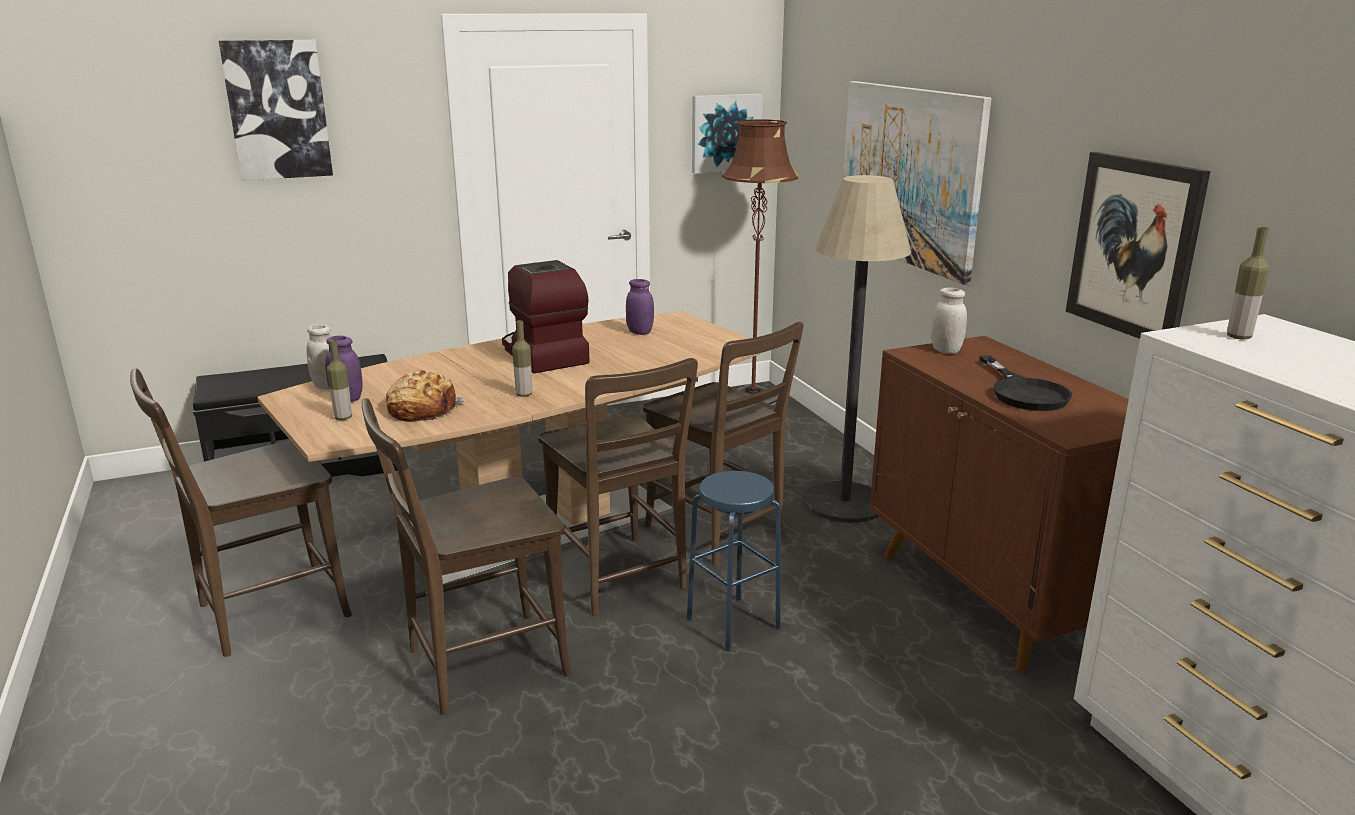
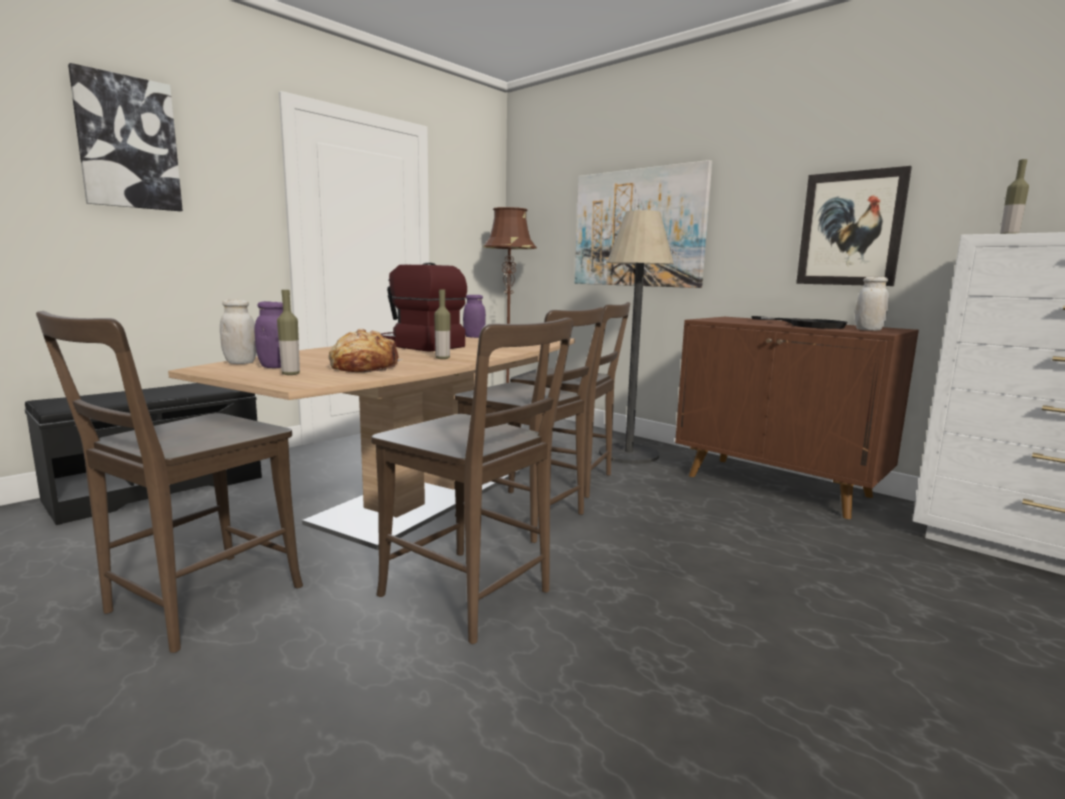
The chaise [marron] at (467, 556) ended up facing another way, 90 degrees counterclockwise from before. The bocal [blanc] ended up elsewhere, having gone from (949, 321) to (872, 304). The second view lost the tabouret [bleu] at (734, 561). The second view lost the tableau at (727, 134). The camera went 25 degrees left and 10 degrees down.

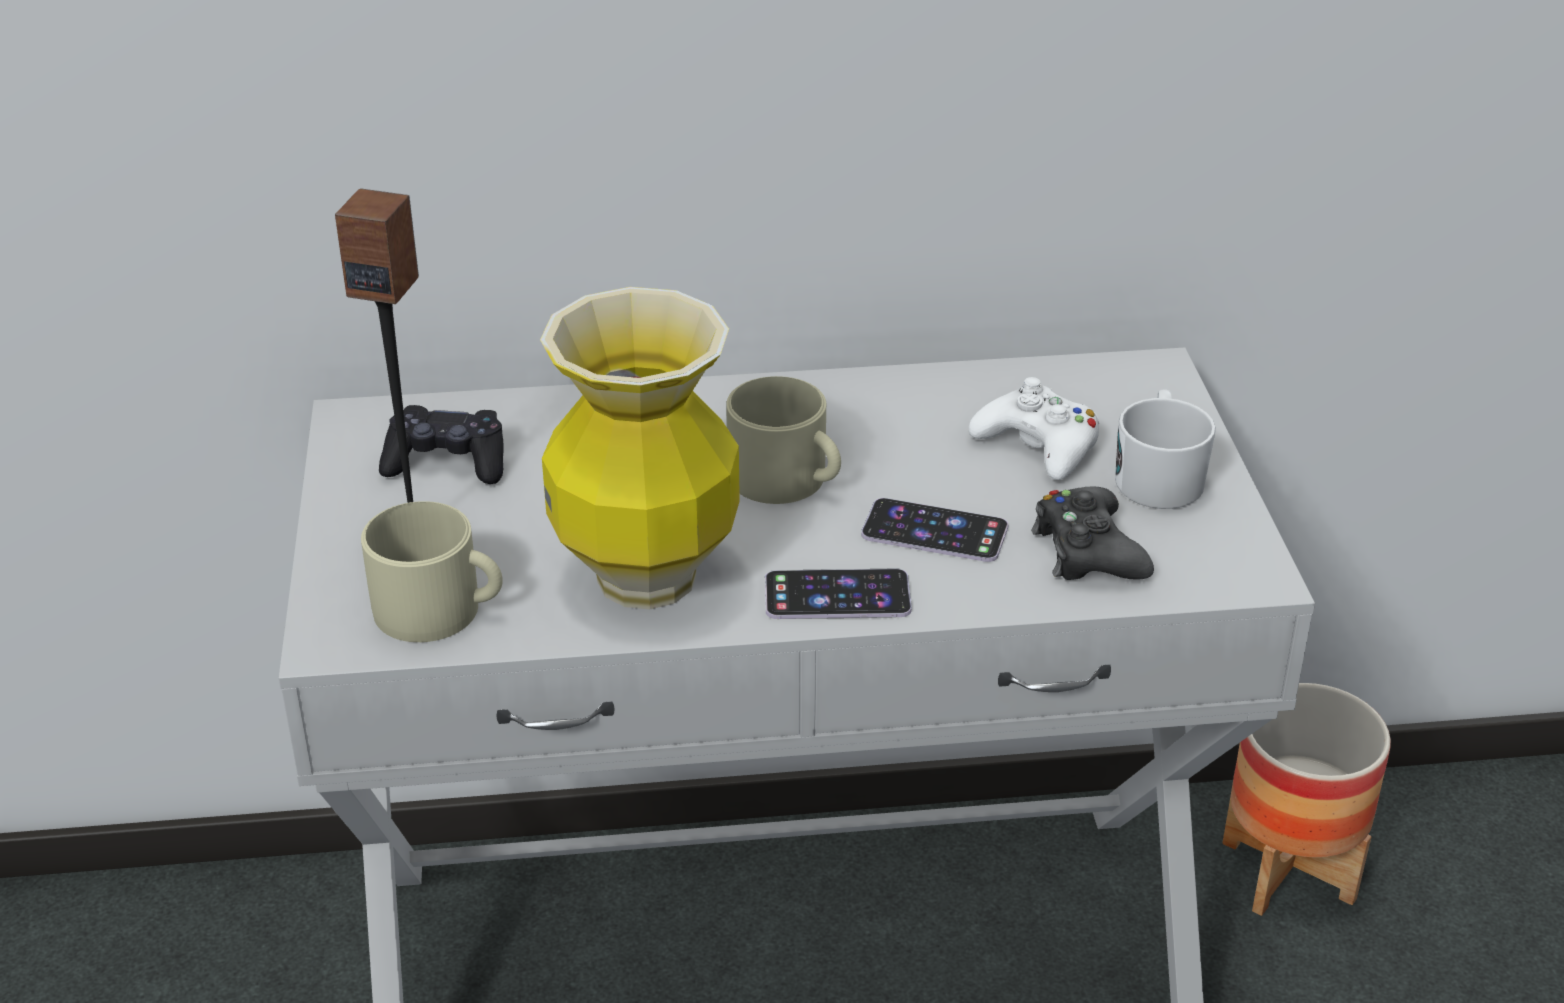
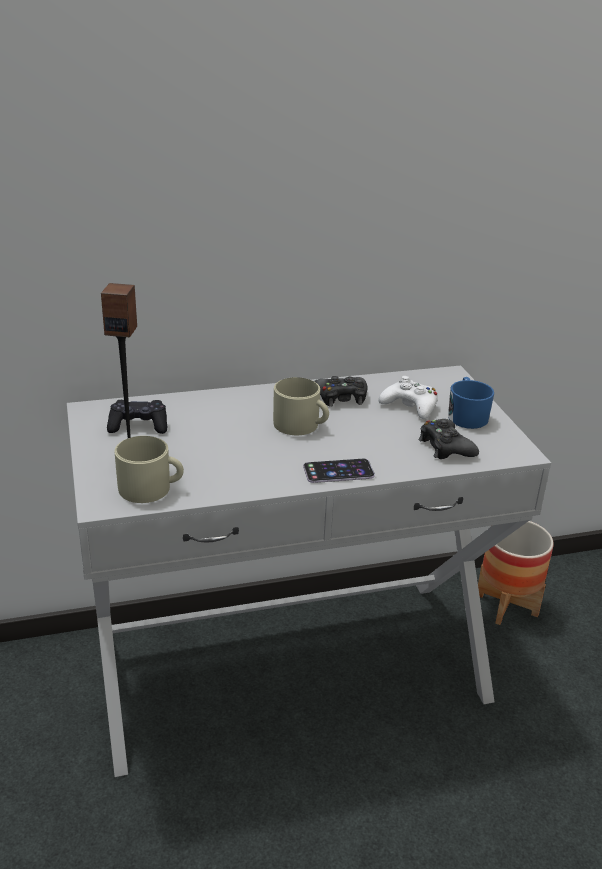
The second view gained the manette [noir] at (340, 391). What was the mug [blanc] at (1165, 449) turned into the mug [bleu] at (471, 403). The second view lost the vase at (640, 448). The second view lost the téléphone at (935, 530). The camera went 10 degrees left and 5 degrees down.

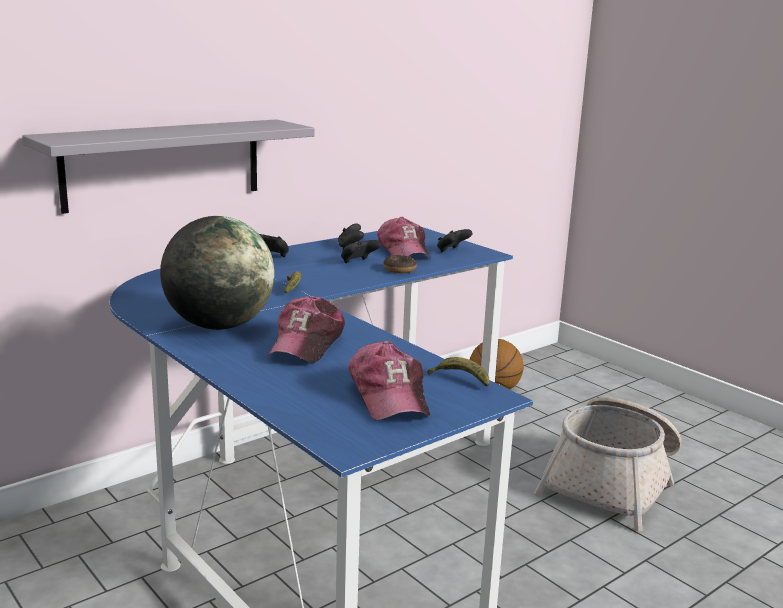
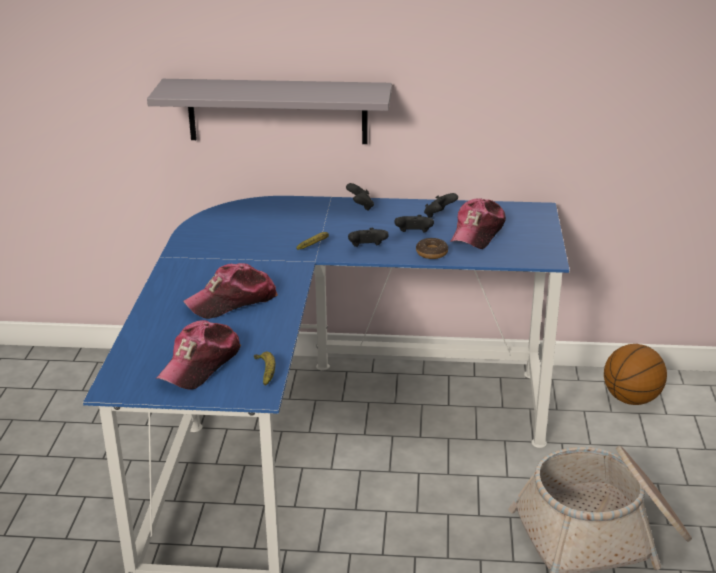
The manette [noir] ended up elsewhere, having gone from (455, 240) to (368, 237). The second view lost the globe at (217, 273). The camera went 45 degrees right and 10 degrees up.

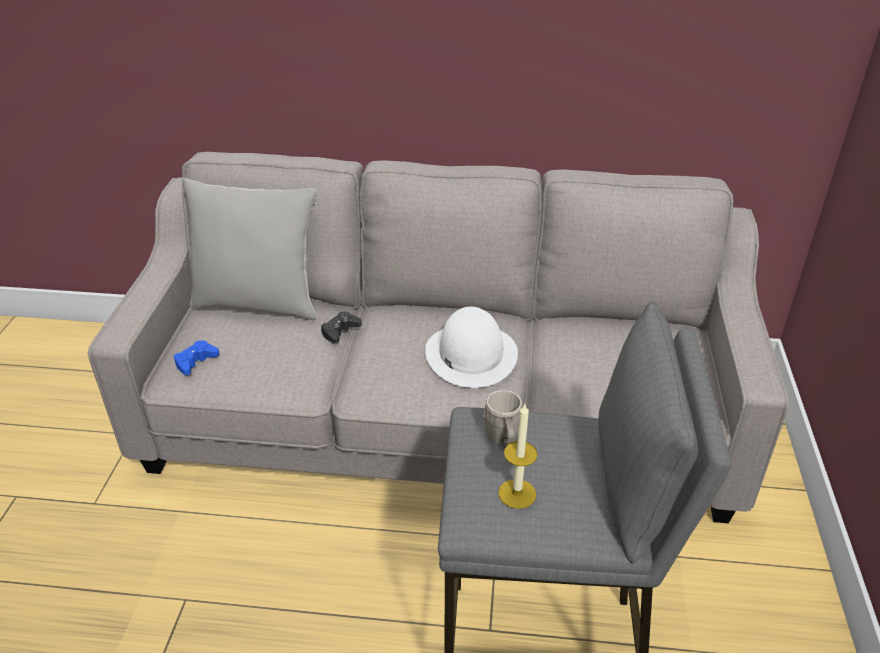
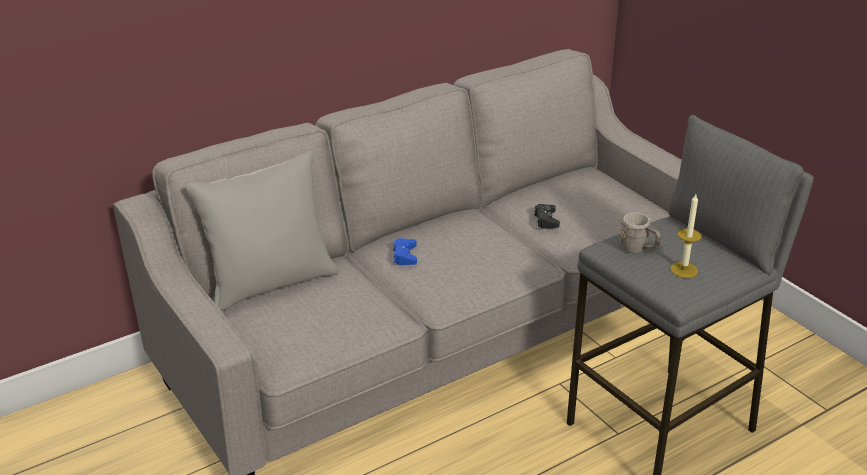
The manette [bleu] ended up elsewhere, having gone from (196, 357) to (405, 251). The manette [noir] ended up elsewhere, having gone from (341, 327) to (546, 216). The second view lost the chapeau [blanc] at (471, 347). The camera went 40 degrees left and 5 degrees down.

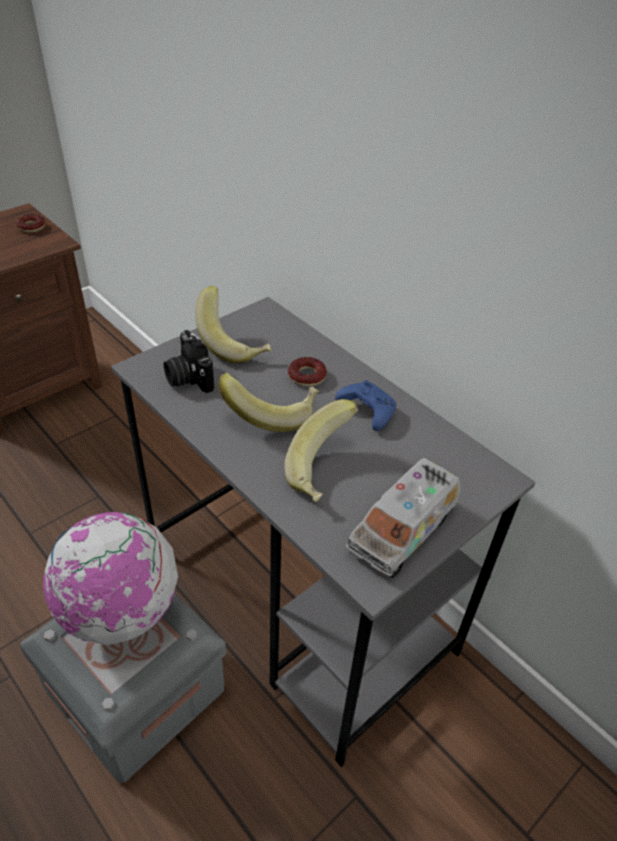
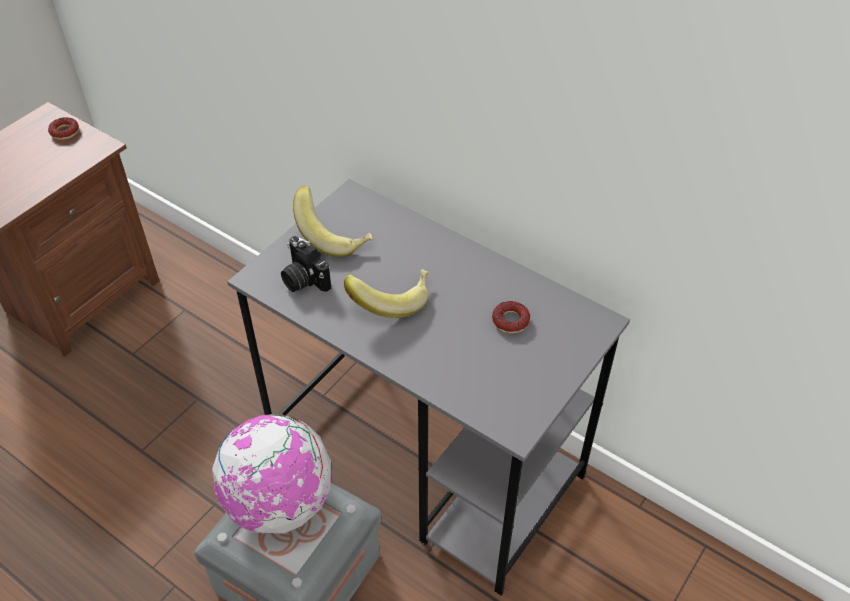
The beignet ended up elsewhere, having gone from (307, 372) to (511, 317). The second view lost the banane at (321, 450). The second view lost the manette [bleu] at (365, 405). The second view lost the camion jouet at (403, 518). The camera went 10 degrees left and 5 degrees up.

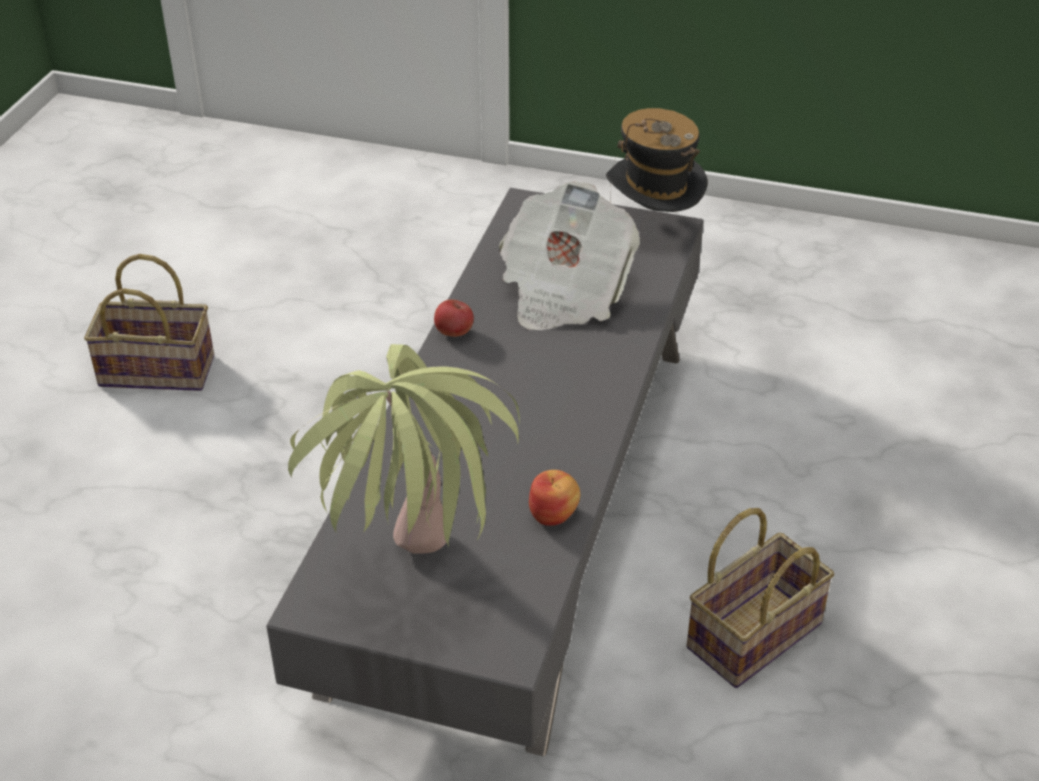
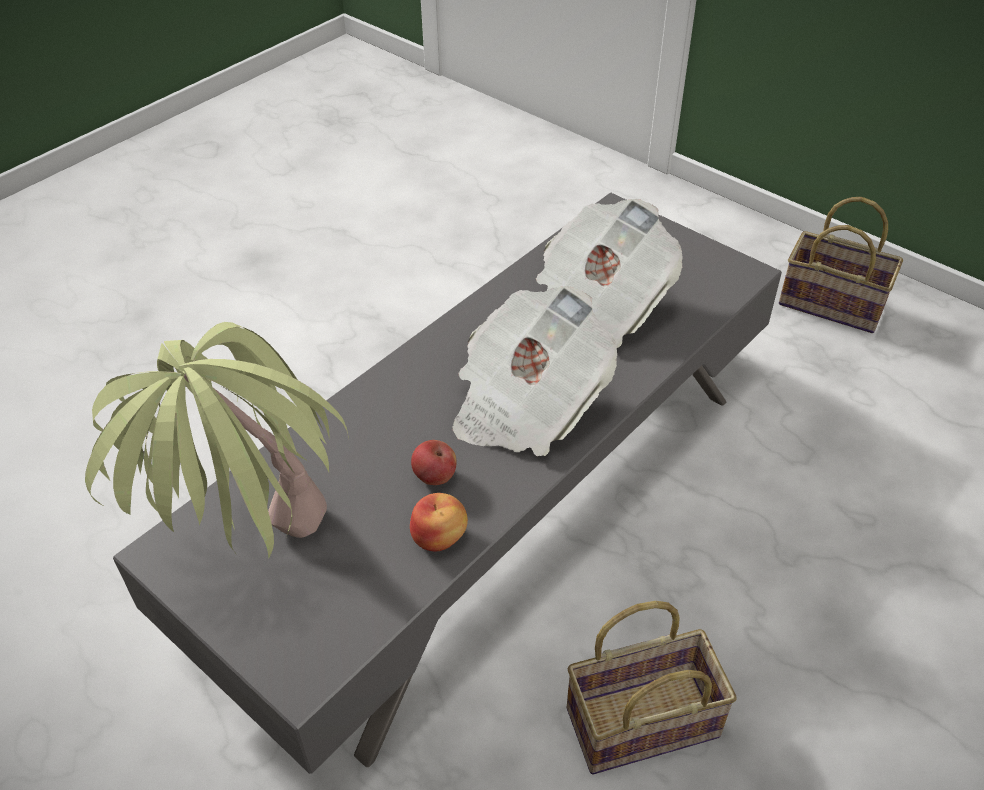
The pomme ended up elsewhere, having gone from (454, 318) to (433, 462). The second view gained the journal at (534, 371). The panier ended up elsewhere, having gone from (149, 322) to (841, 265). The second view lost the chapeau at (657, 160). The camera went 25 degrees right and 5 degrees up.

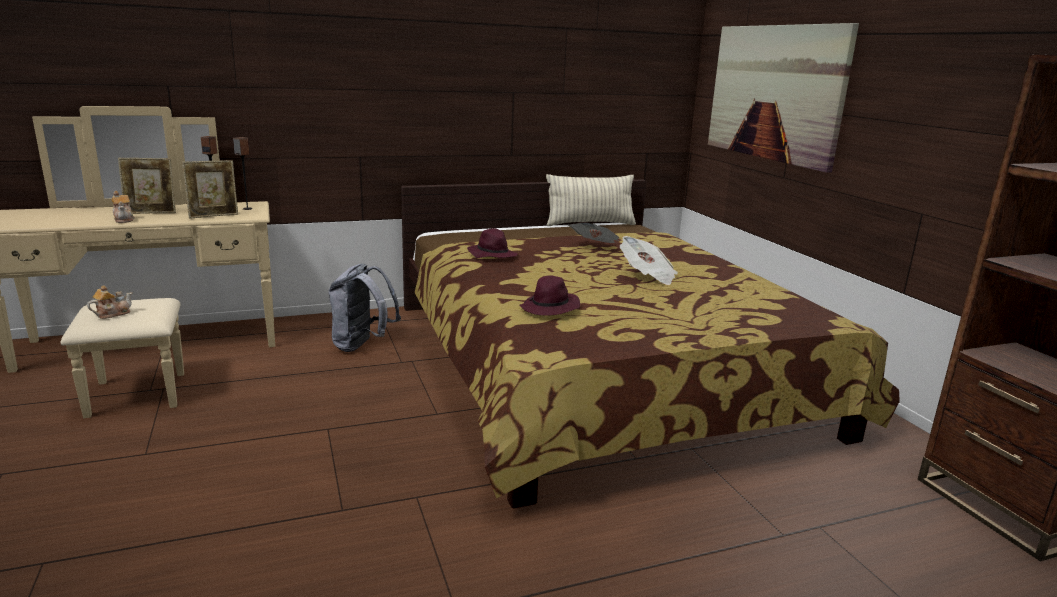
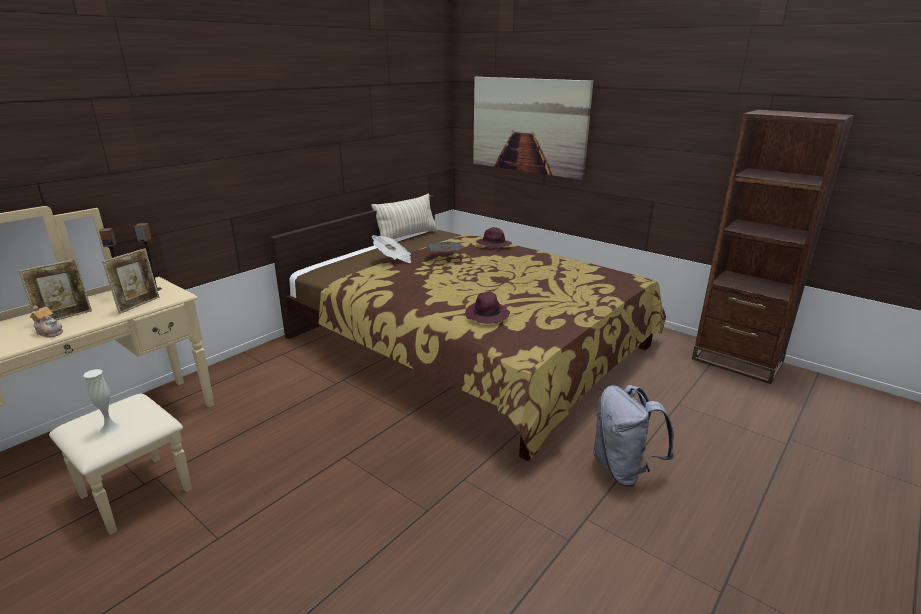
Where the théière stood at (109, 302), the vase [blanc] came to stand at (102, 401). The journal ended up elsewhere, having gone from (649, 260) to (391, 249). The chapeau [violet] ended up elsewhere, having gone from (492, 243) to (494, 238). The sac à dos [gris] ended up elsewhere, having gone from (364, 308) to (633, 436). The camera went 30 degrees left and 5 degrees up.

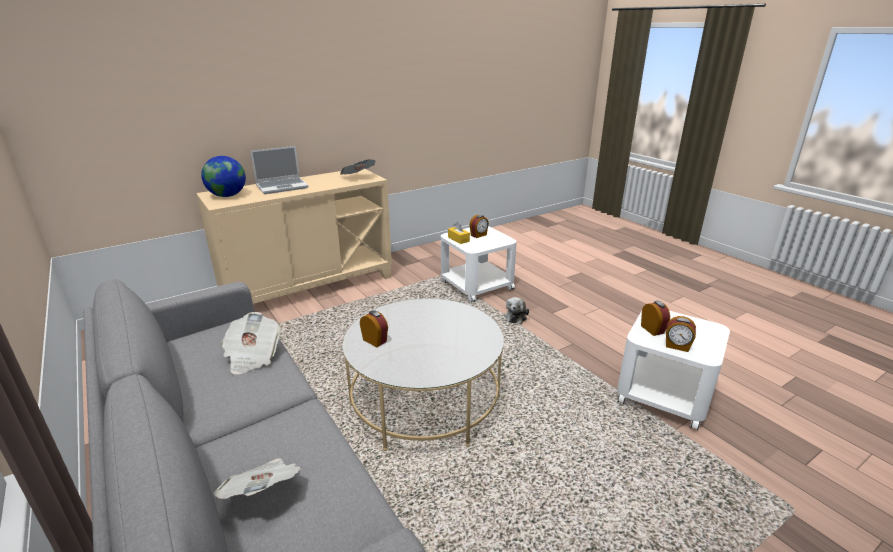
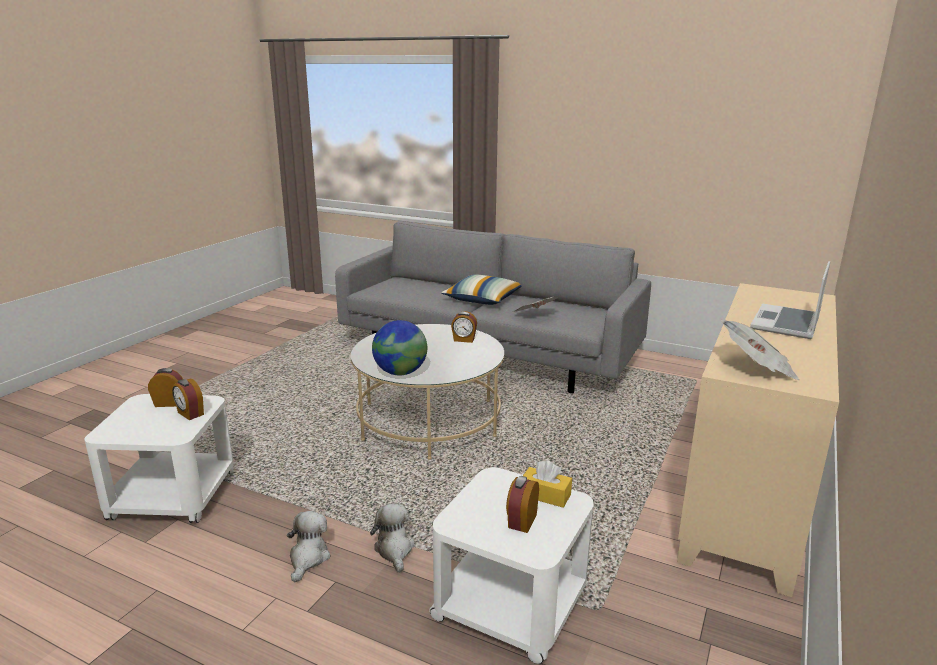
The second view gained the peluche at (308, 546). The globe ended up elsewhere, having gone from (223, 176) to (399, 347). The second view gained the coussin at (481, 289). The second view lost the journal at (258, 478). The camera went 150 degrees right and 5 degrees down.

